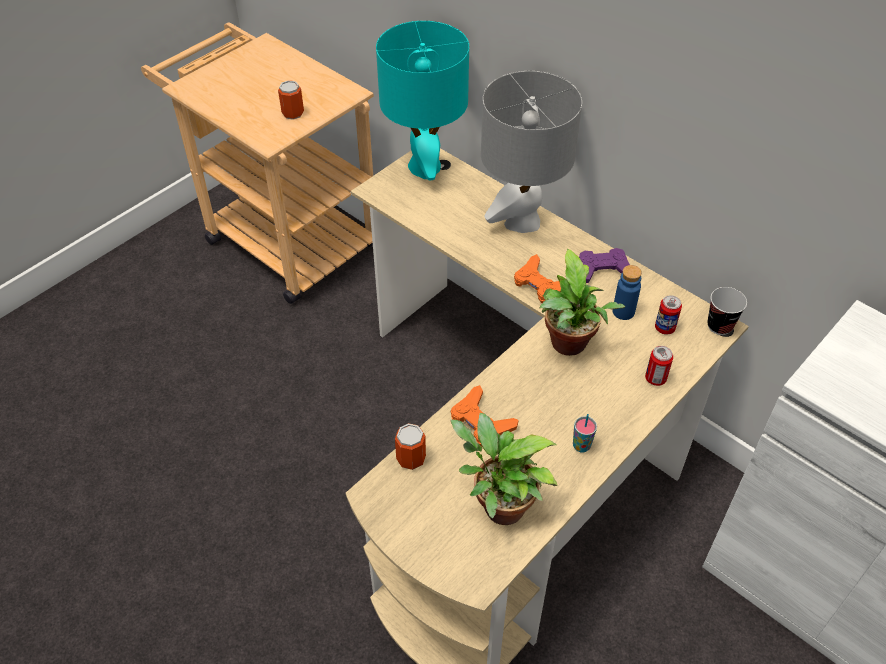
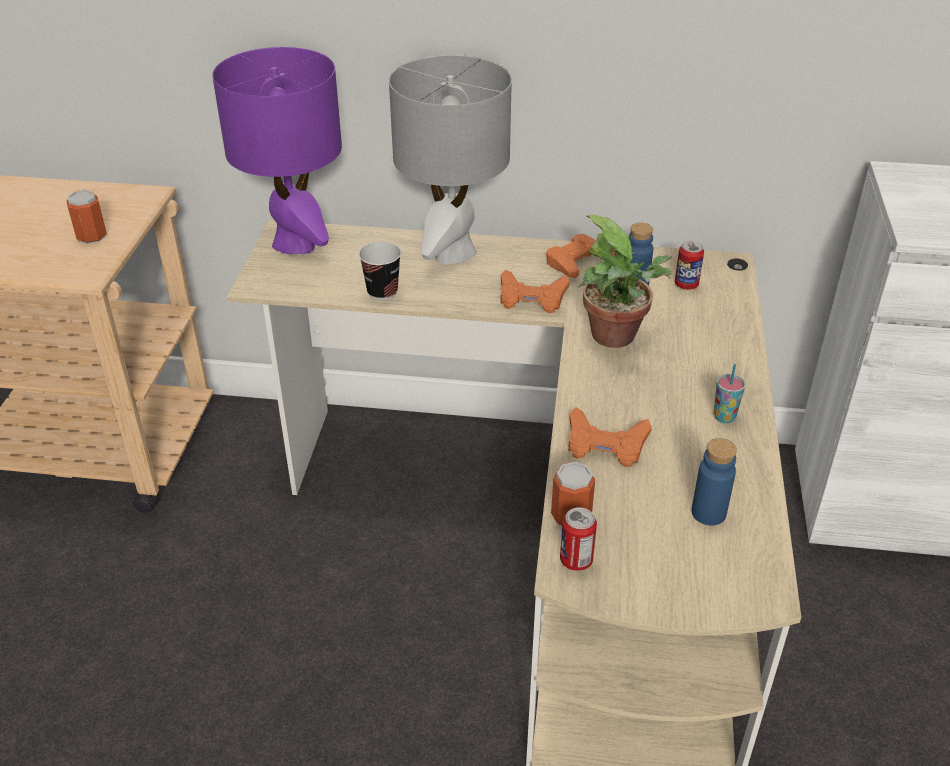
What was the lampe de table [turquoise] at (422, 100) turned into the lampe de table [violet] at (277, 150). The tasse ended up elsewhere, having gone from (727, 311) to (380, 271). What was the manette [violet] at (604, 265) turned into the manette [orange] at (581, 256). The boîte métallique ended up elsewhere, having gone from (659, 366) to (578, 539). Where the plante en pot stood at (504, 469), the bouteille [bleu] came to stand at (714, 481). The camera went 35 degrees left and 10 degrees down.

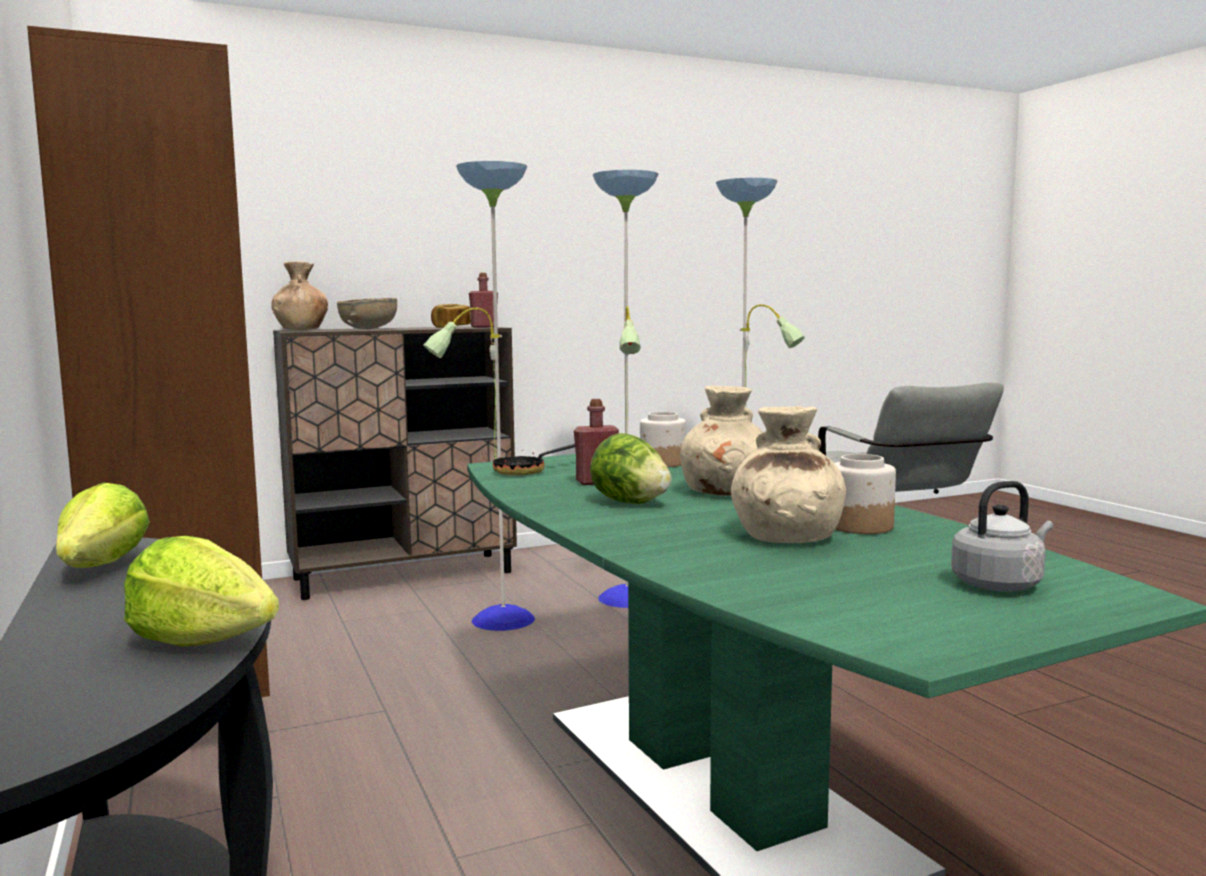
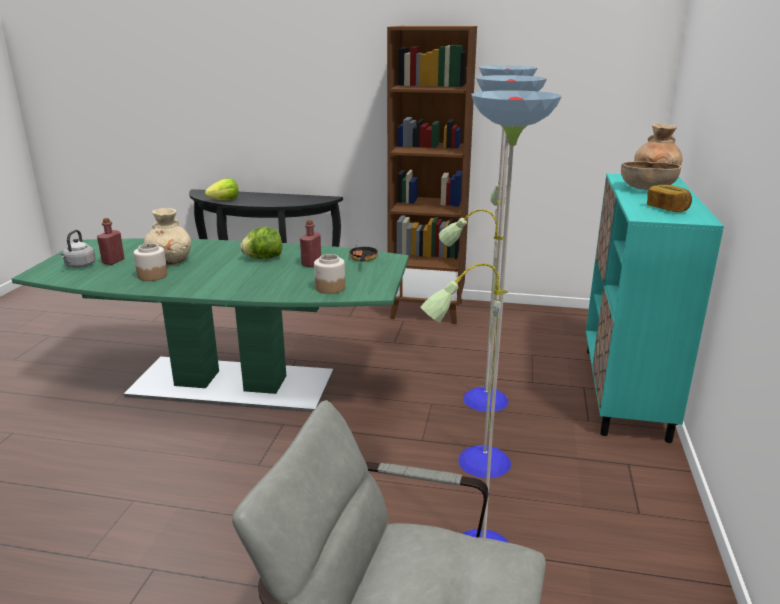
The bouteille [rouge] ended up elsewhere, having gone from (483, 300) to (111, 241). What was the meuble de rangement [marron] at (395, 463) turned into the meuble de rangement [turquoise] at (655, 308). The second view lost the laitue at (103, 525). The second view lost the vase [beige] at (723, 441). The camera went 125 degrees right and 15 degrees up.

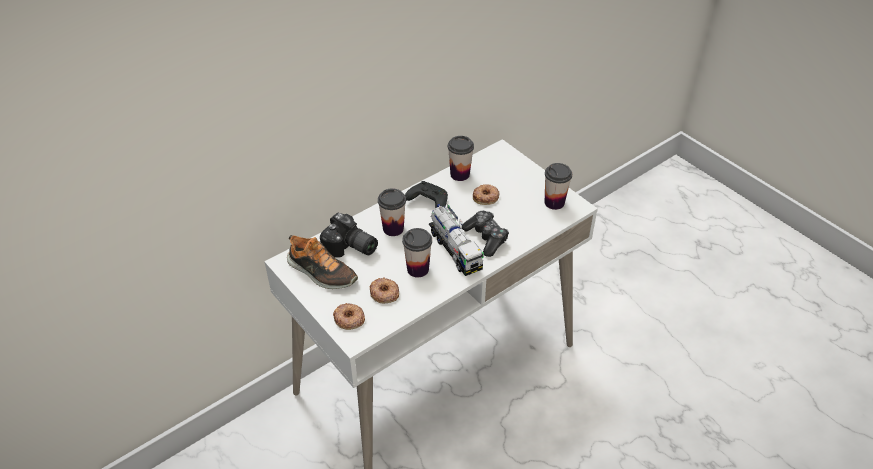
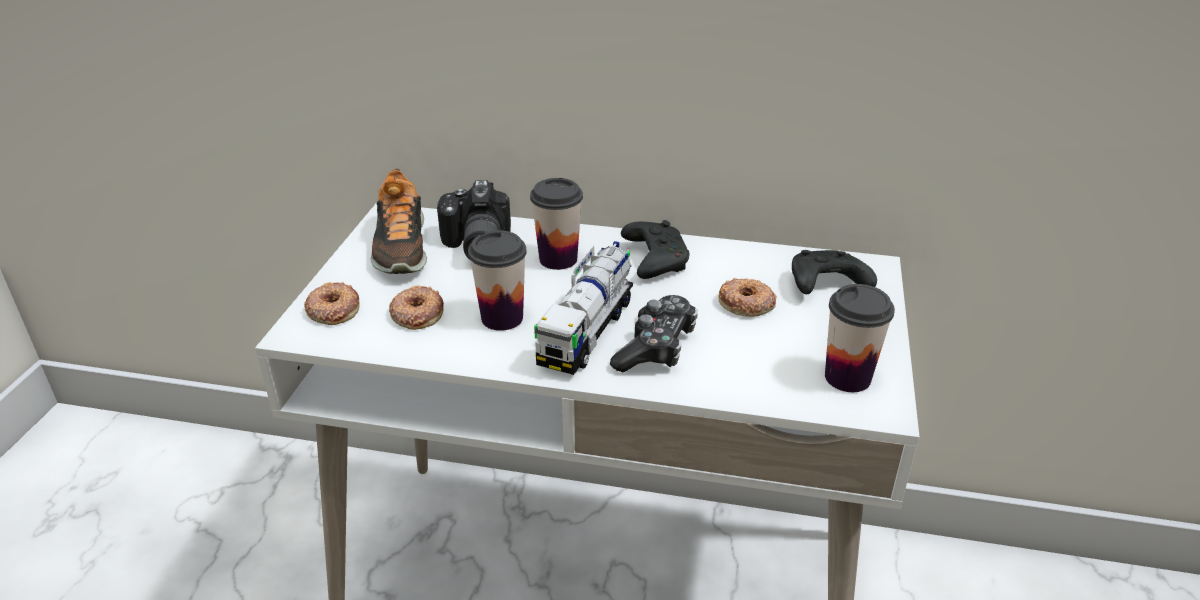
The second view gained the manette [noir] at (834, 272). The second view lost the tasse at (461, 158). The camera went 50 degrees right and 10 degrees down.

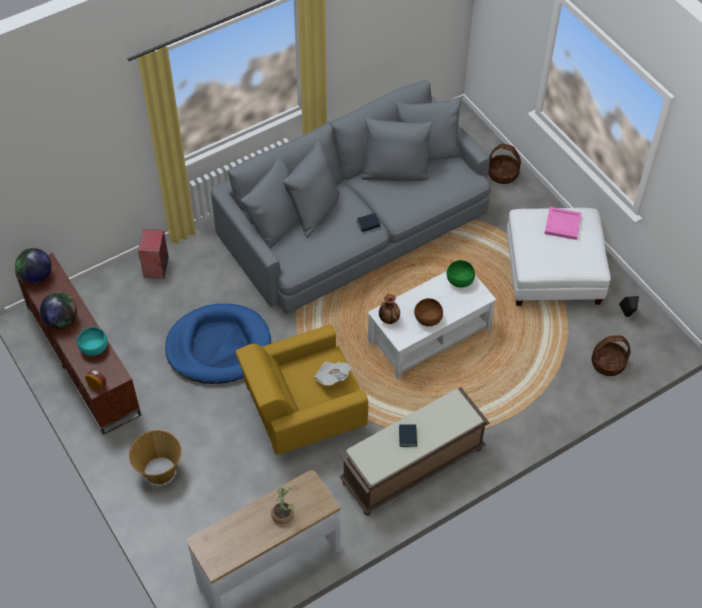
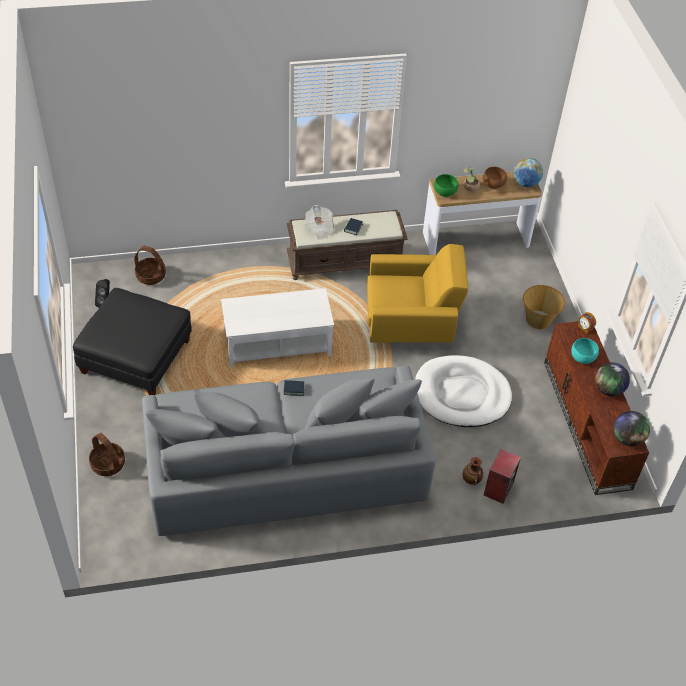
What was the pouf [blanc] at (559, 257) turned into the pouf [noir] at (132, 341). The journal ended up elsewhere, having gone from (332, 373) to (320, 222). What was the panier pour chien [bleu] at (218, 344) turned into the panier pour chien [blanc] at (463, 391). The bol [vert] ended up elsewhere, having gone from (461, 274) to (446, 185). The vase ended up elsewhere, having gone from (389, 309) to (473, 471). The bol [marron] ended up elsewhere, having gone from (428, 312) to (495, 178). The second view gained the globe at (528, 172). The second view lost the plateau [rose] at (562, 223). The camera went 160 degrees left and 5 degrees down.

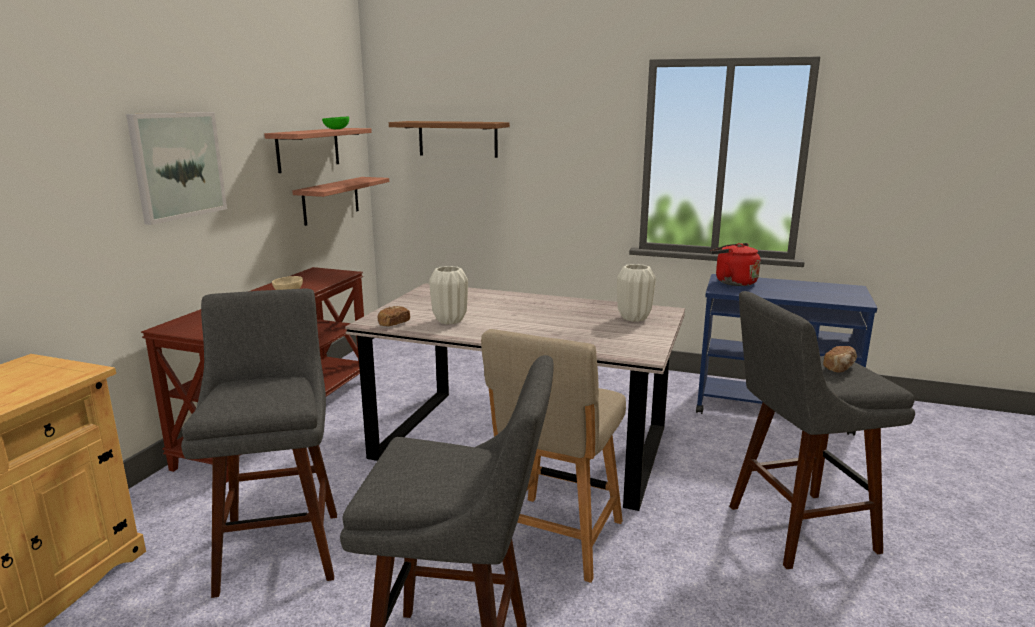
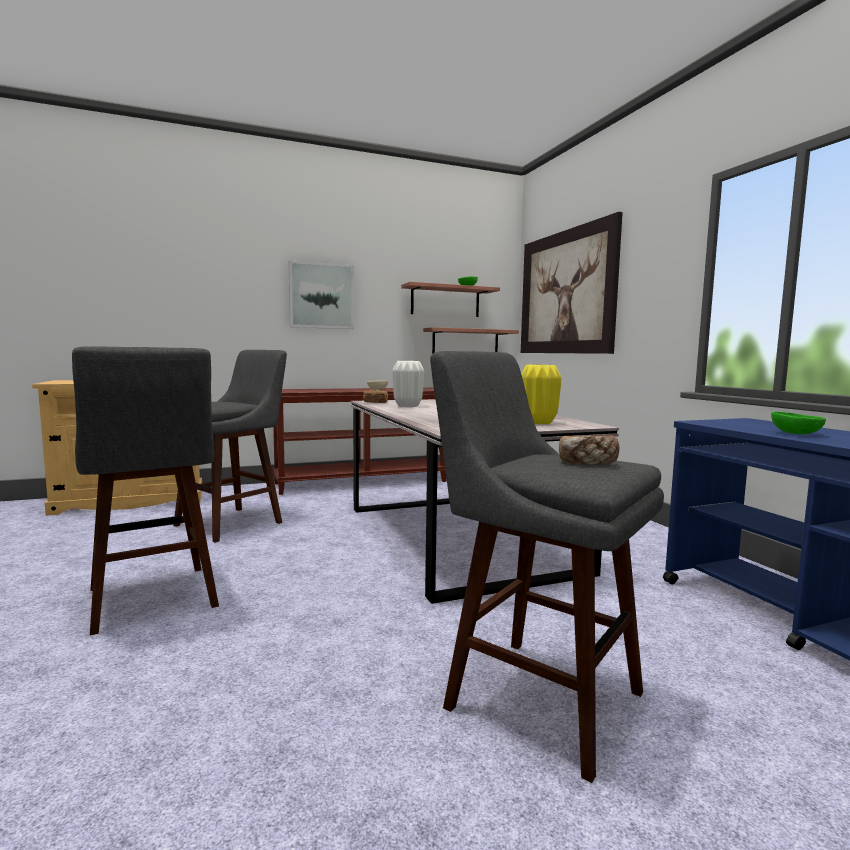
Where the étagère [marron] hung at (449, 139), the tableau came to hang at (572, 283). What was the vase [blanc] at (636, 293) turned into the vase [jaune] at (541, 394). The second view gained the bol [vert] at (798, 423). The second view lost the chaise [beige] at (553, 456). The second view lost the bouilloire [rouge] at (735, 264). The camera went 50 degrees right and 10 degrees down.

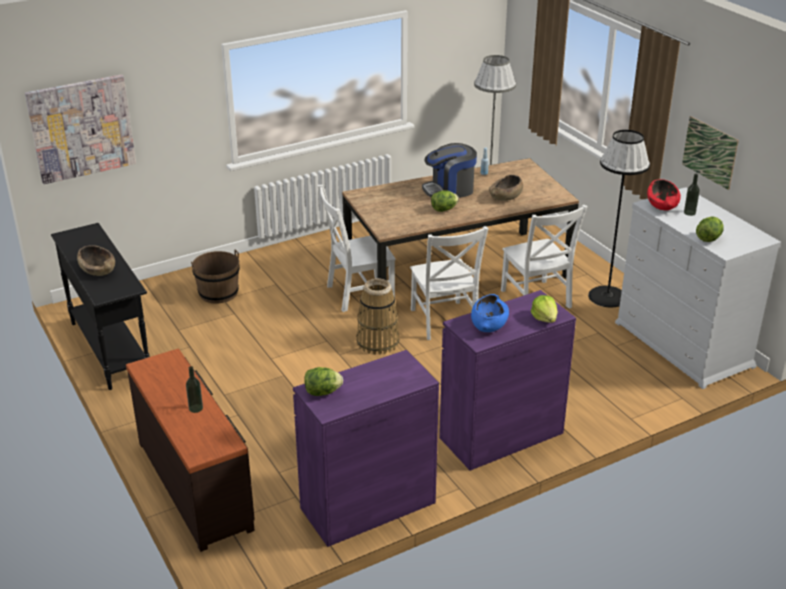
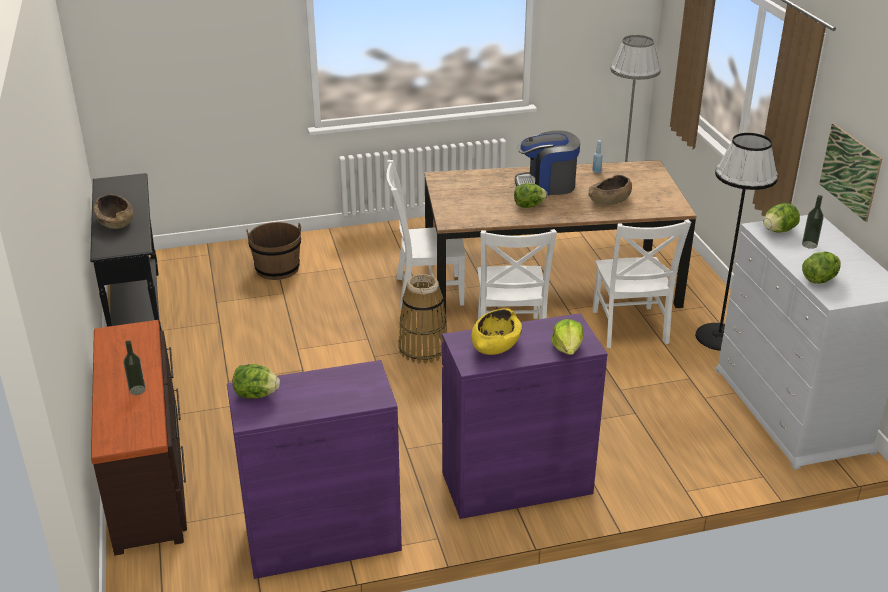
What was the bol [bleu] at (490, 313) turned into the bol [jaune] at (496, 331). Where the bol [rouge] stood at (664, 194), the laitue came to stand at (781, 218). The second view lost the tableau at (80, 129). The camera went 15 degrees right and 0 degrees up.

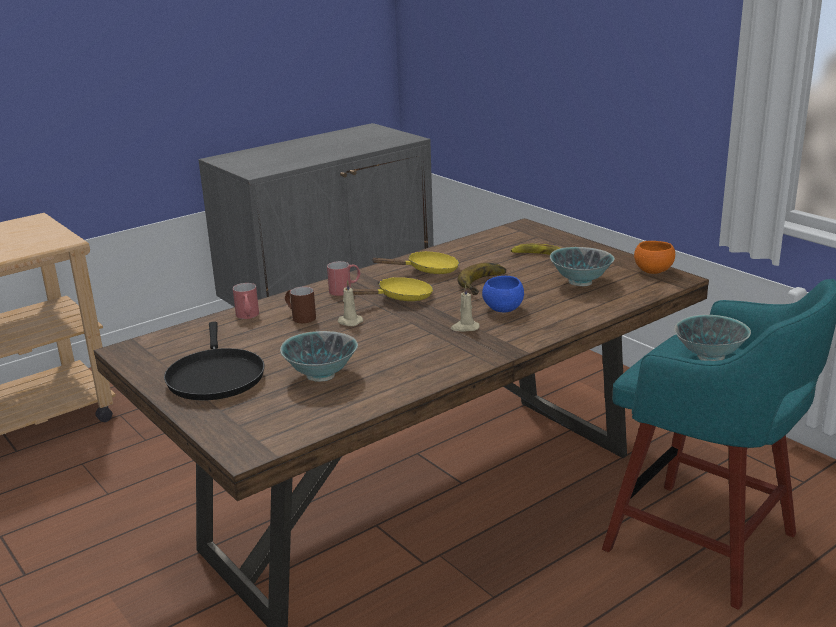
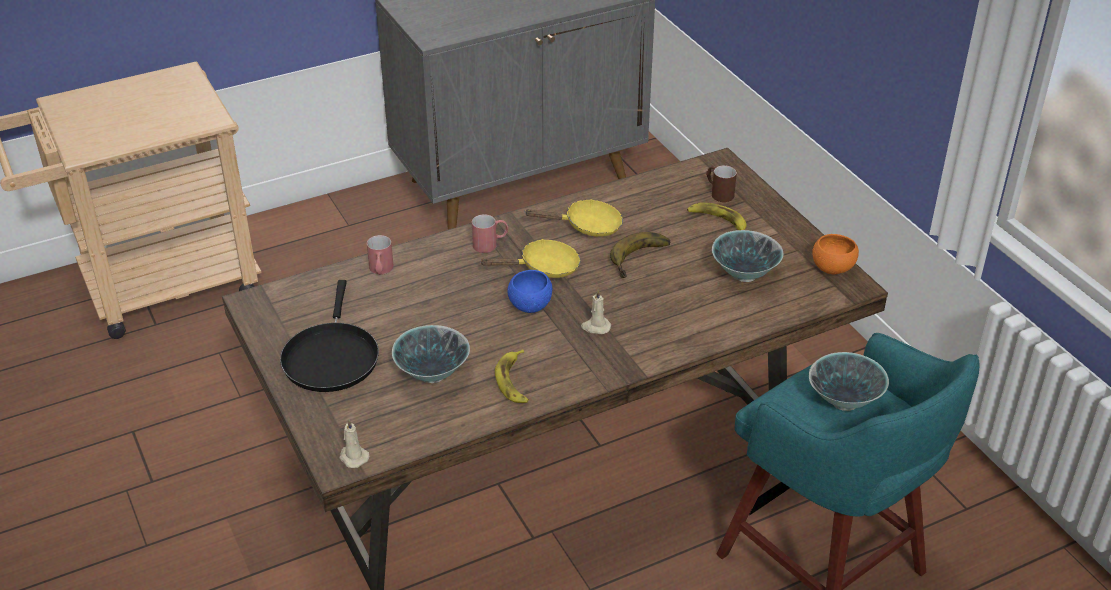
The bougie [beige] ended up elsewhere, having gone from (350, 303) to (354, 443). The second view gained the banane at (512, 376). The bol [bleu] ended up elsewhere, having gone from (503, 294) to (529, 291). The mug [marron] ended up elsewhere, having gone from (300, 305) to (721, 183). The camera went 10 degrees right and 15 degrees up.

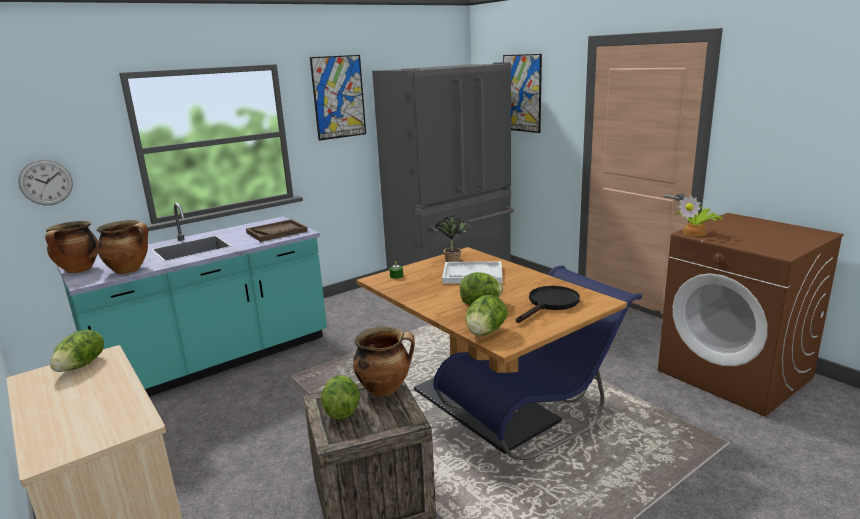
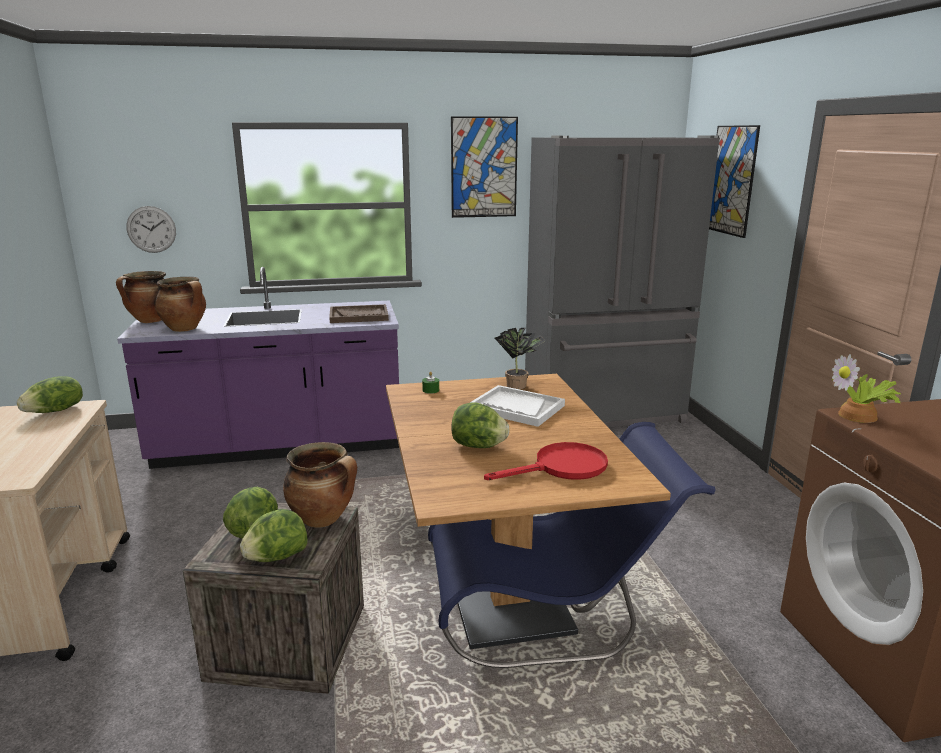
What was the comptoir de cuisine [turquoise] at (192, 300) turned into the comptoir de cuisine [violet] at (258, 368). The laitue ended up elsewhere, having gone from (487, 315) to (273, 535). What was the poêle [noir] at (548, 304) turned into the poêle [rouge] at (546, 461). The camera went 25 degrees right and 0 degrees up.

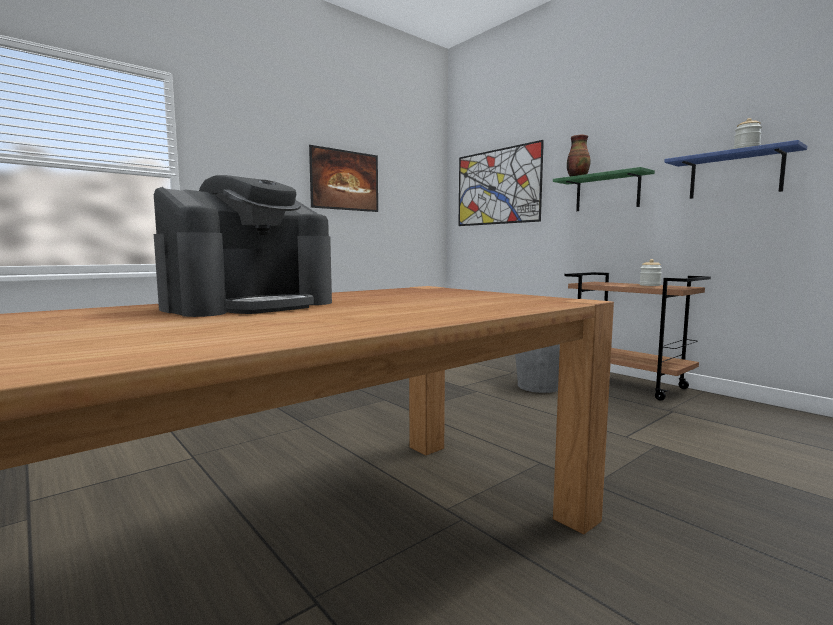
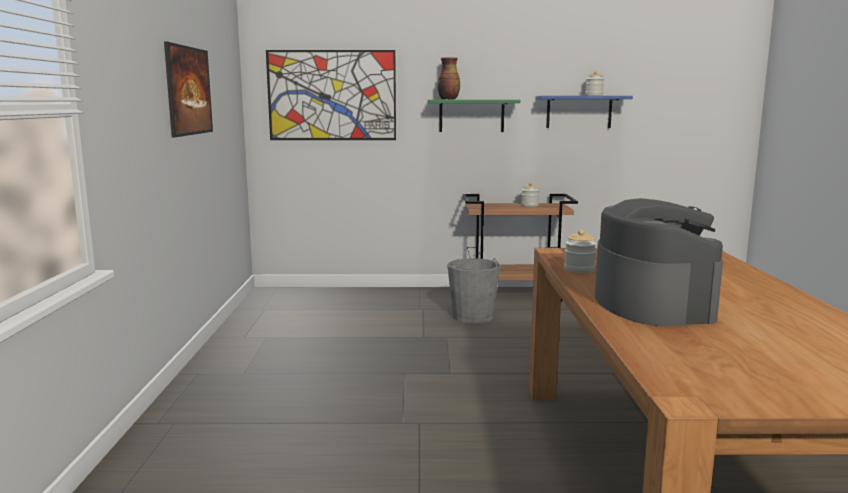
The second view gained the bocal at (580, 251). The camera went 50 degrees left and 5 degrees up.

